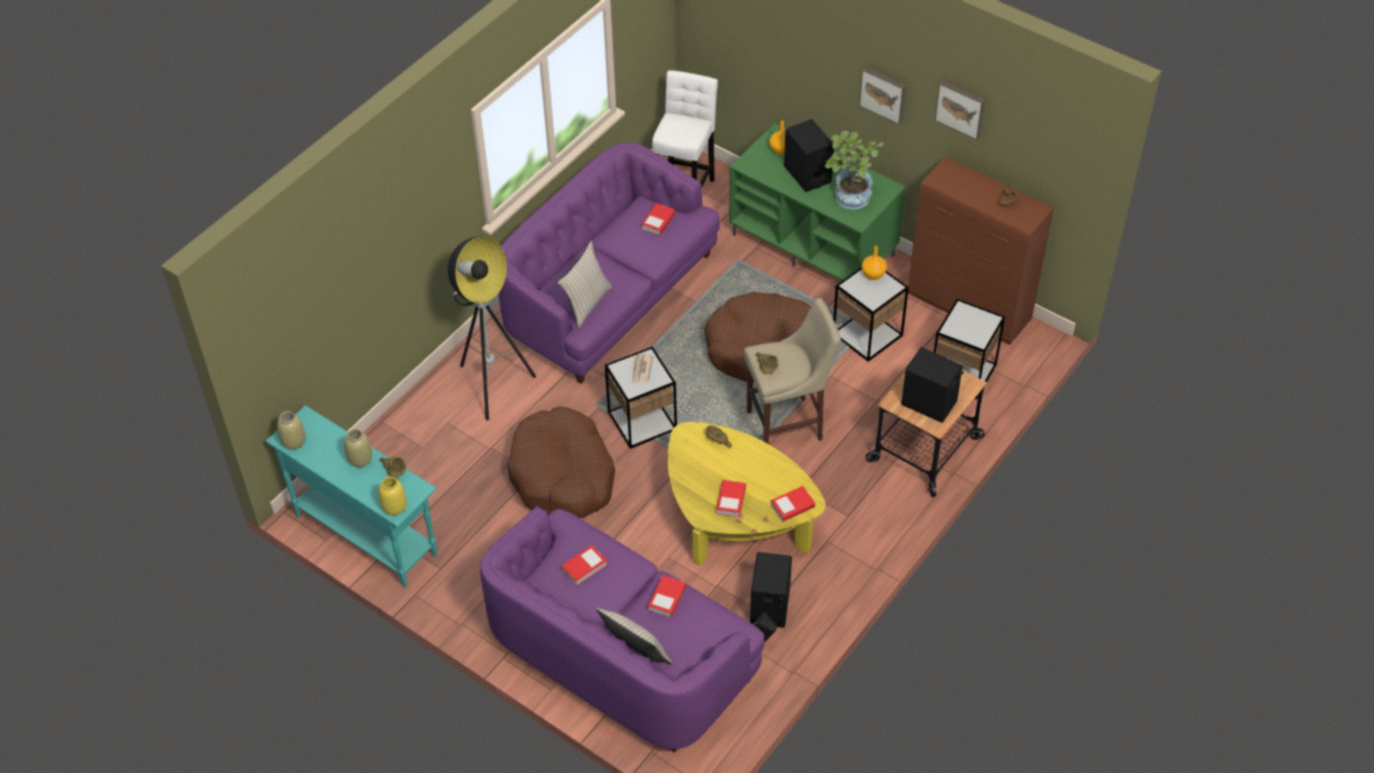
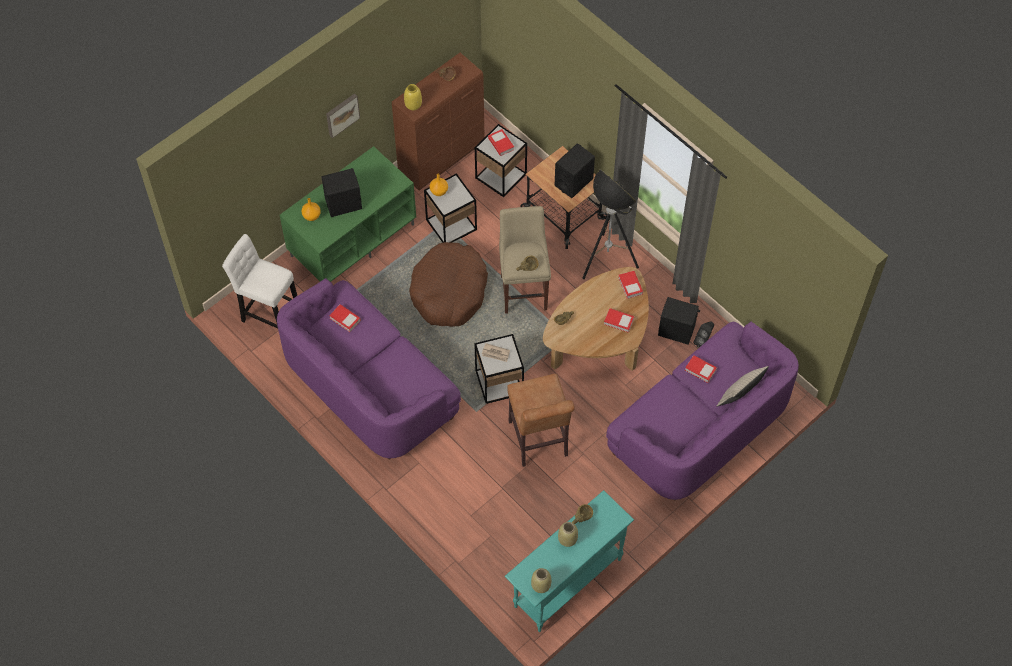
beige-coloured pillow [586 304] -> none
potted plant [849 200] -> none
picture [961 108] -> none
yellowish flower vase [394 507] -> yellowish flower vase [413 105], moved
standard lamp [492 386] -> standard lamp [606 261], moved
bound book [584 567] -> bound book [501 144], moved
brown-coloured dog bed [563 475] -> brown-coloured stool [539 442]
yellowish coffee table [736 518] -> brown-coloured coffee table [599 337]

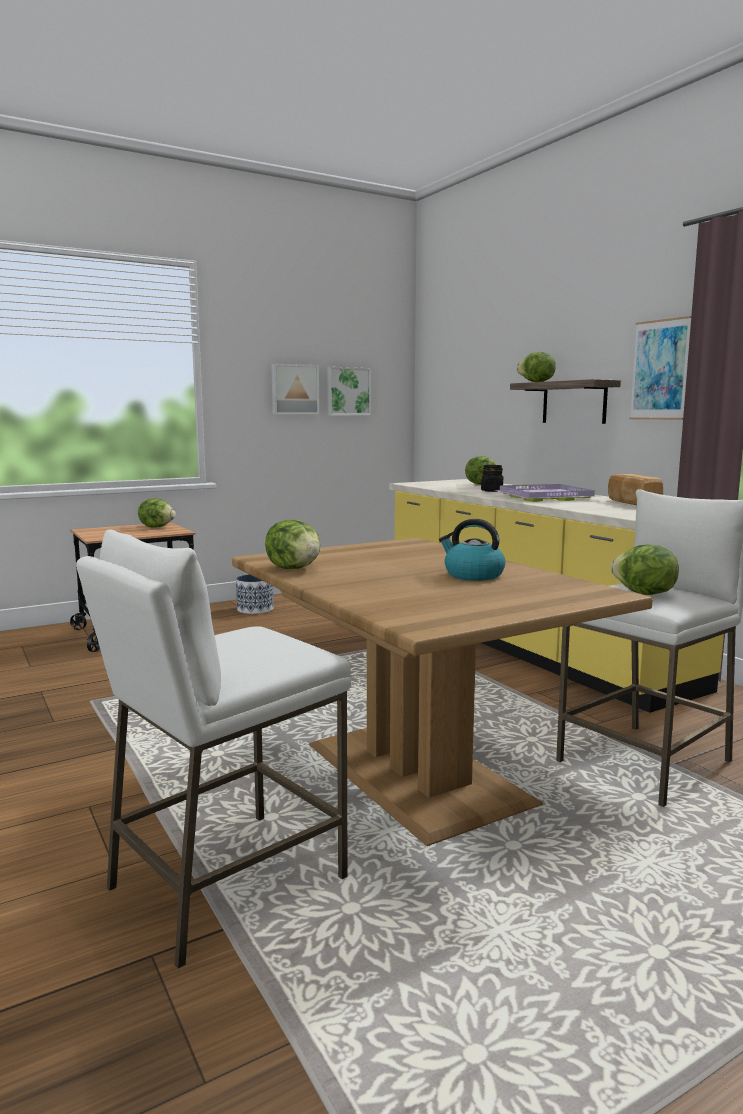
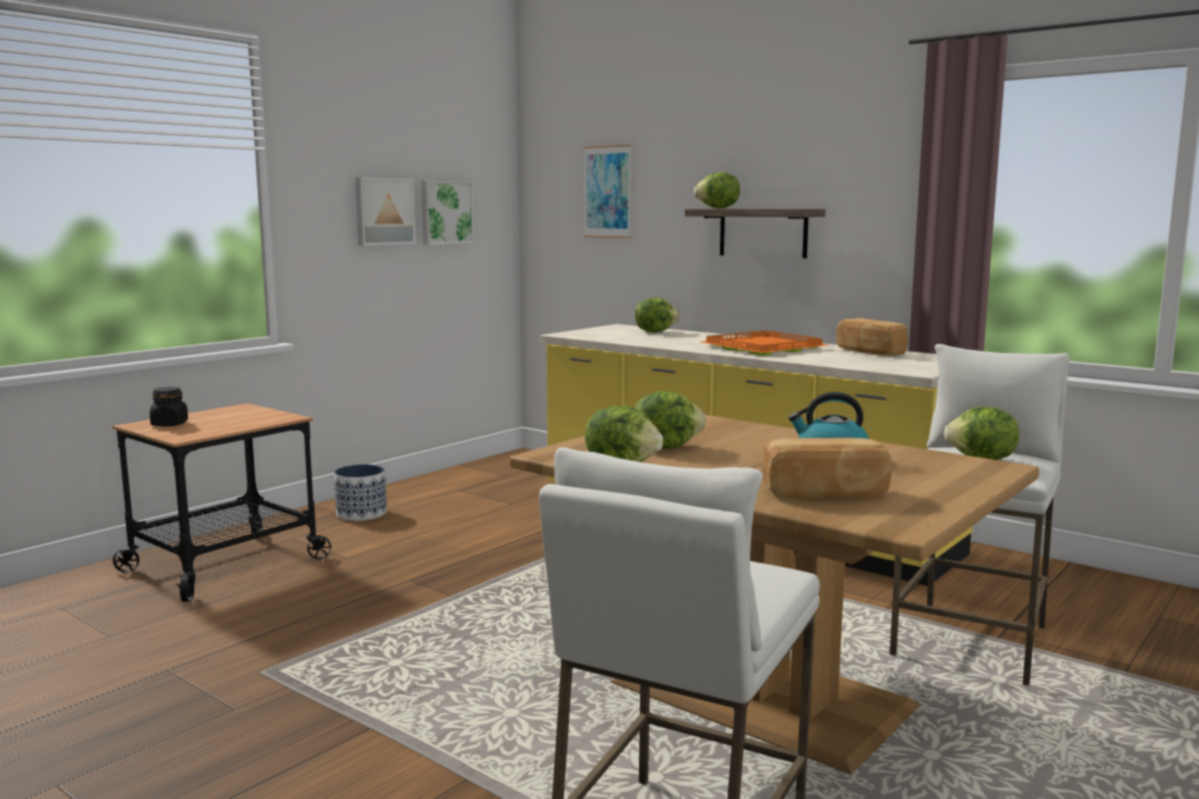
none -> baked bread [825 494]
lettuce [157 527] -> lettuce [665 447], moved
black preserve jar [491 491] -> black preserve jar [169 424], moved
picture [659 370] -> picture [607 192], moved
purple-coloured carrying tray [544 497] -> orange-coloured carrying tray [763 348]

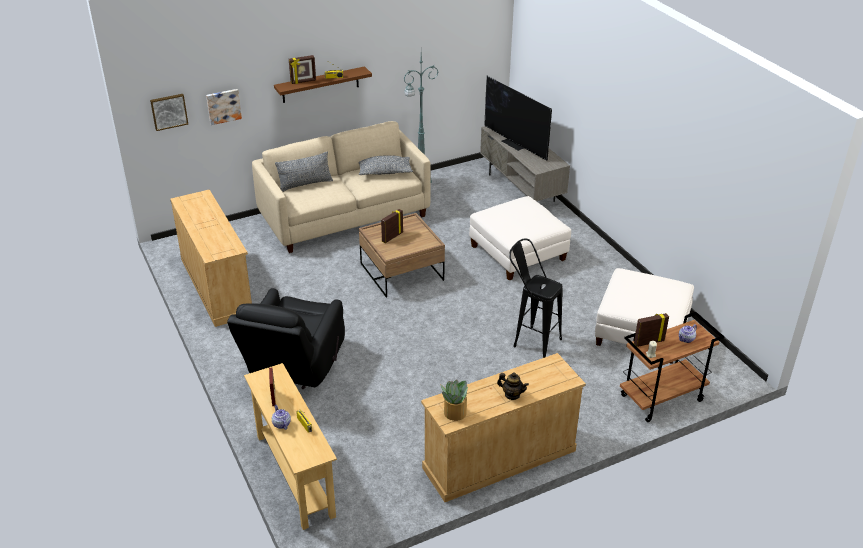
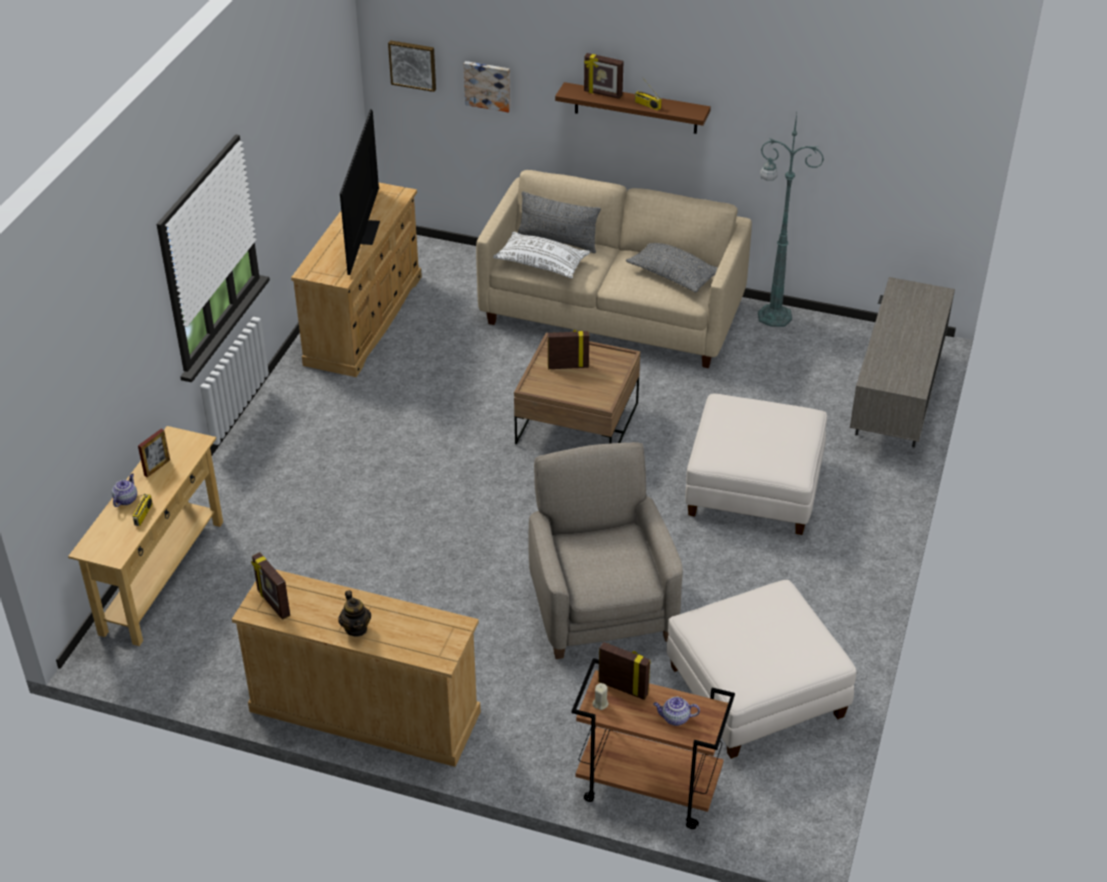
black easy chair [294 367] -> none
none -> white pillow [542 264]
television [515 143] -> television [364 232], moved
potted plant [454 413] -> standing frame [273 604]
black stool [530 340] -> beige-coloured easy chair [601 606]

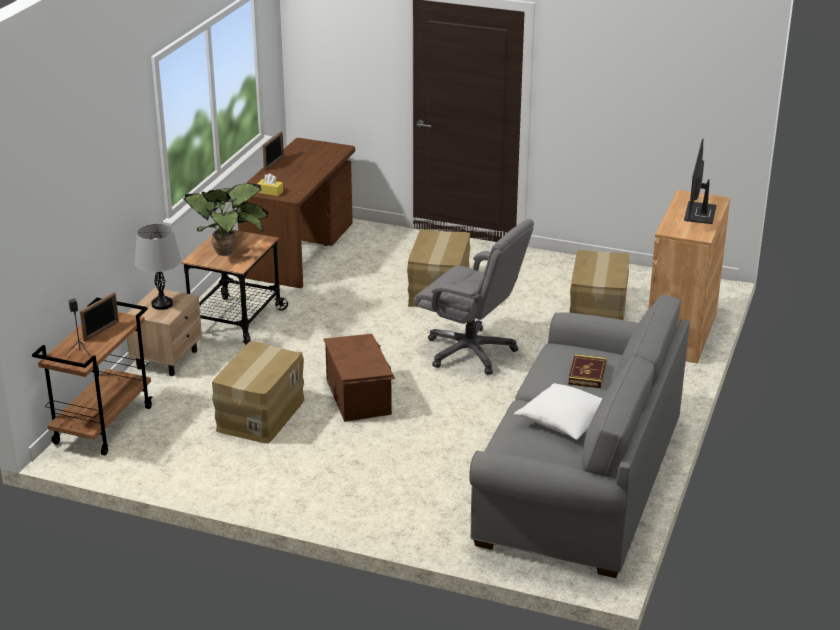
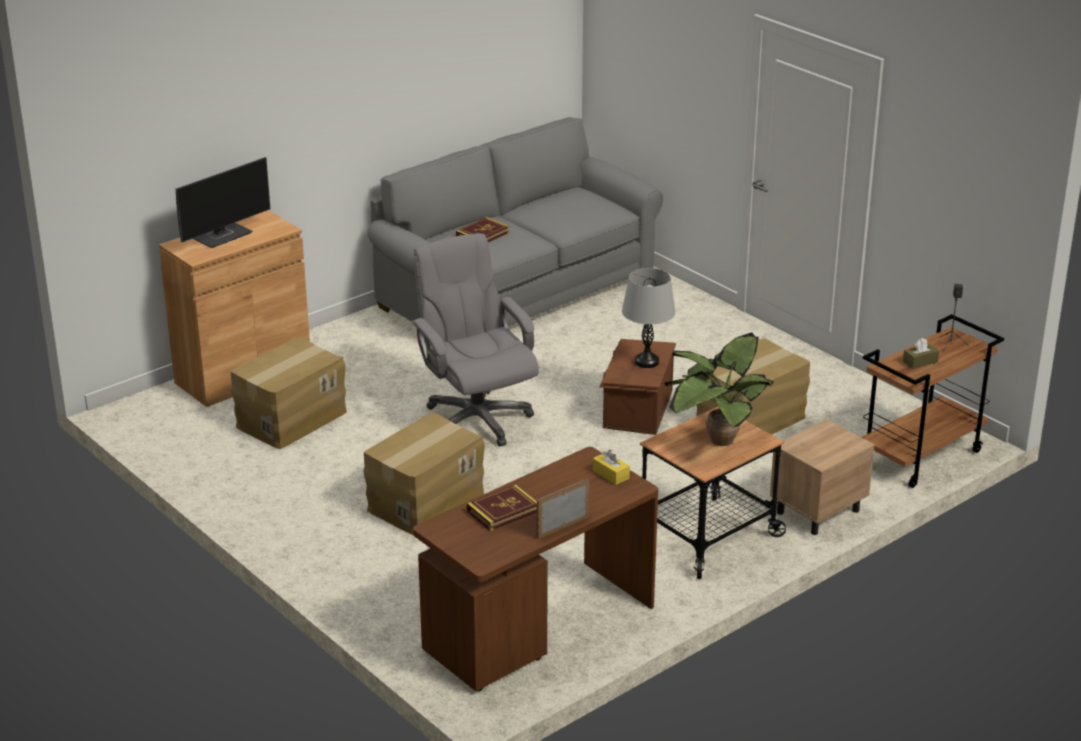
white pillow [564 421] -> none
none -> bound book [503 511]
grey table lamp [162 304] -> grey table lamp [646 362], moved
standing frame [101 331] -> brown-coloured box of tissues [920 362]

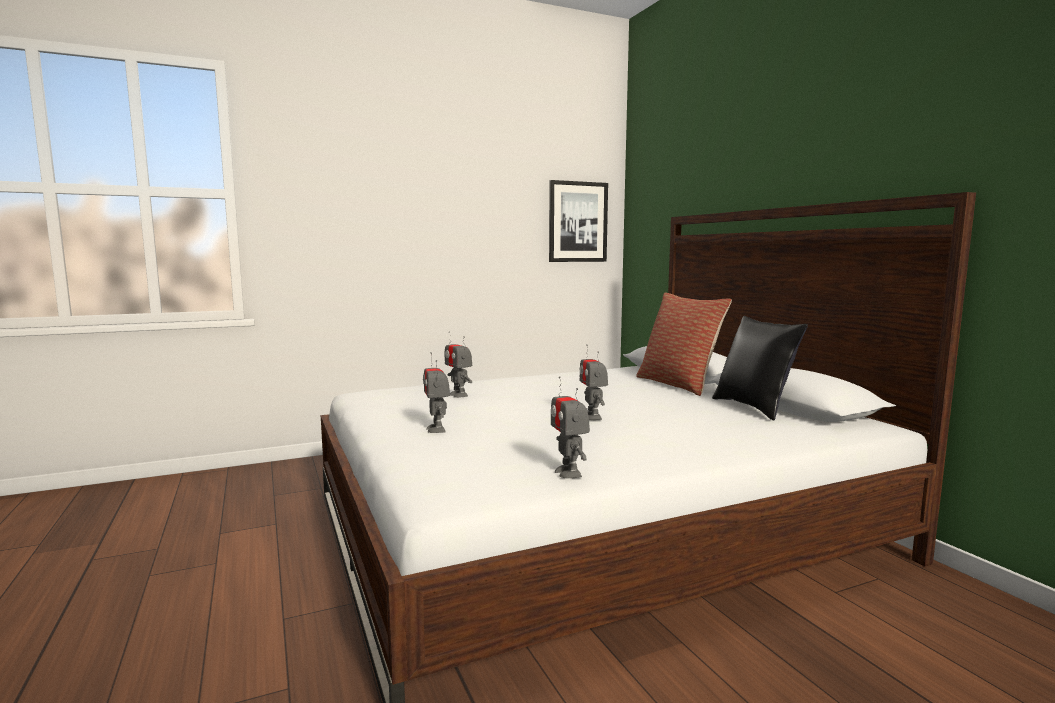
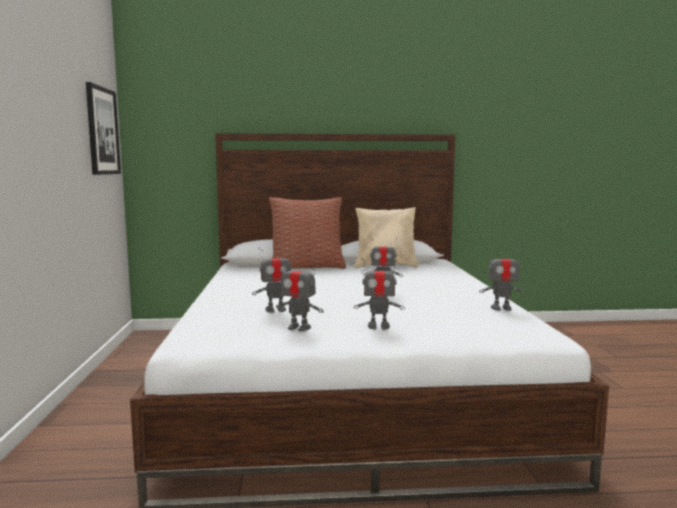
none -> toy robot [299 328]
black pillow [755 408] -> beige-coloured pillow [386 266]

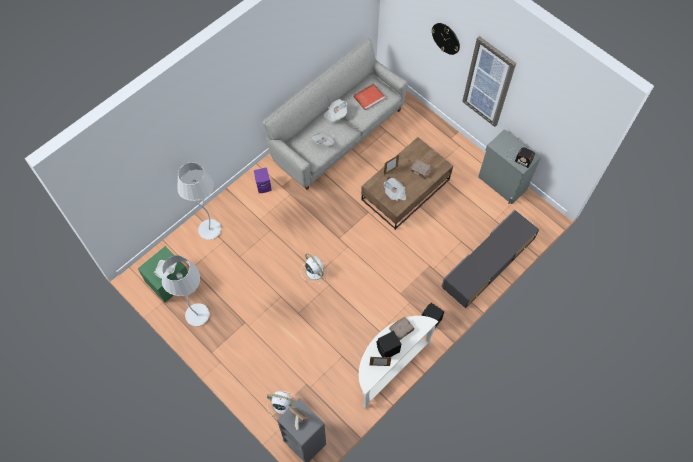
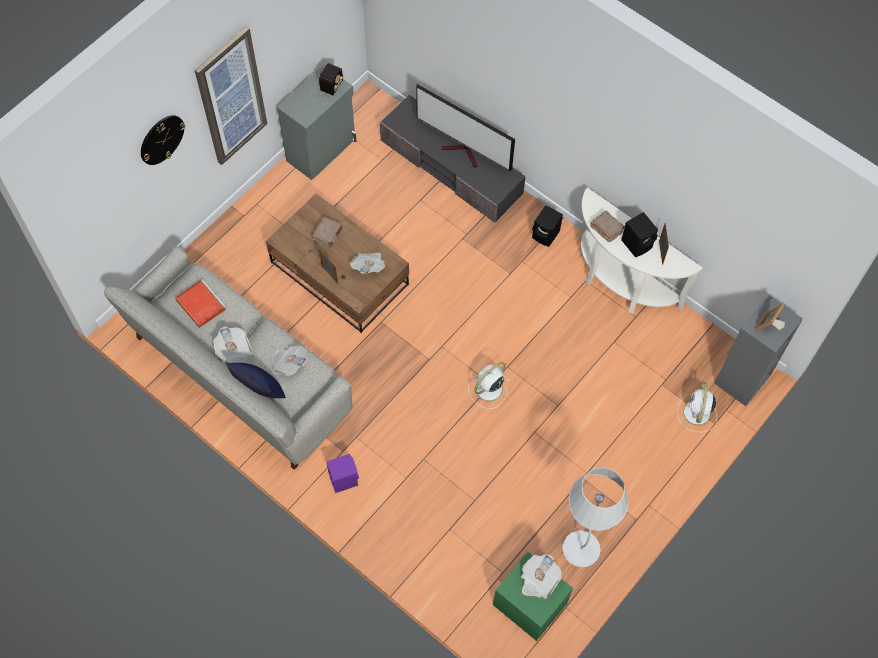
white standard lamp [210 230] -> none
none -> blue-coloured pillow [259 391]
none -> television [464 152]

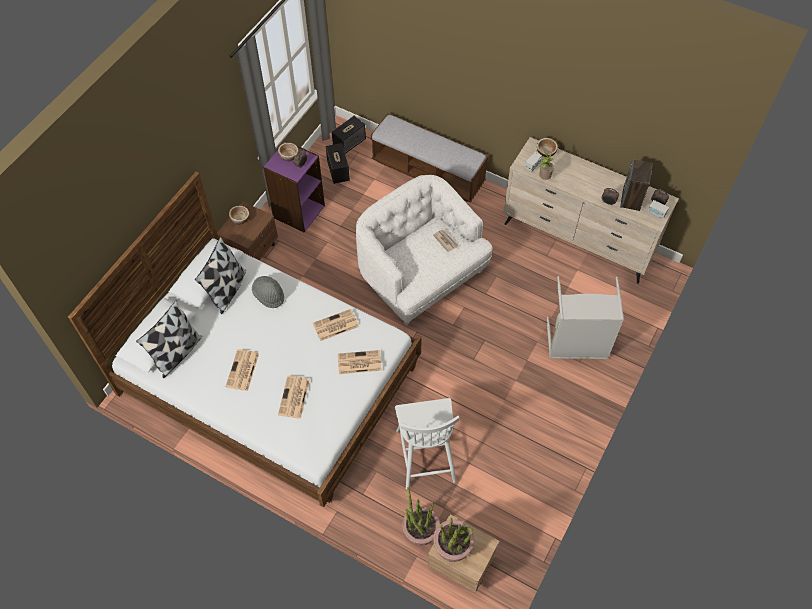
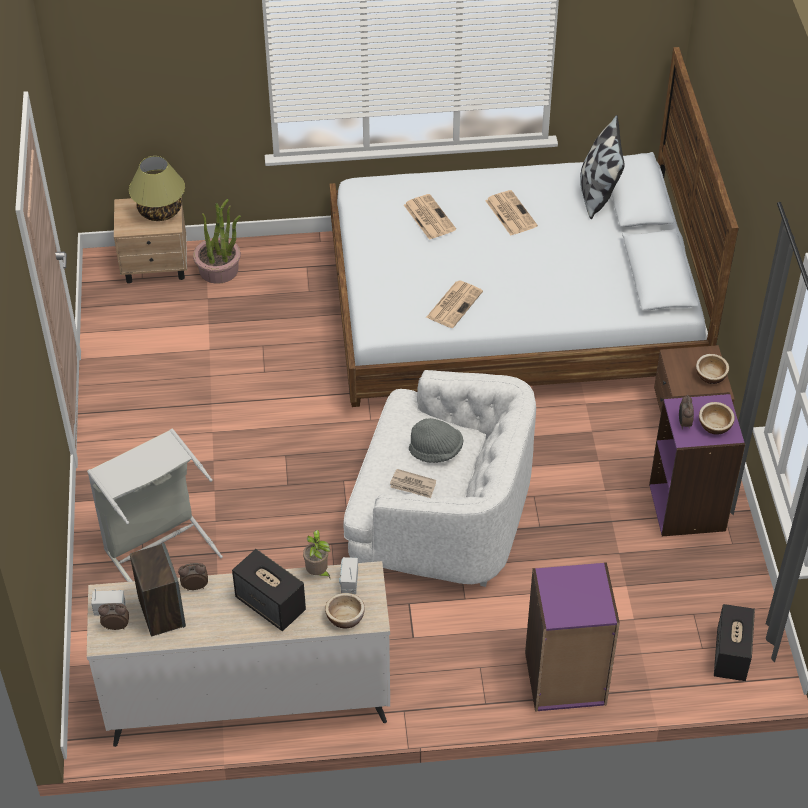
pillow [227 290] -> none
newspaper [358 362] -> none
white upright chair [425 454] -> none
grey clothing hat [269 295] -> grey clothing hat [436 451], moved
loudspeaker [338 171] -> loudspeaker [271 605], moved
bench [428 172] -> purple-coloured bookshelf [565 679]
potted plant [453 545] -> table lamp [159 211]

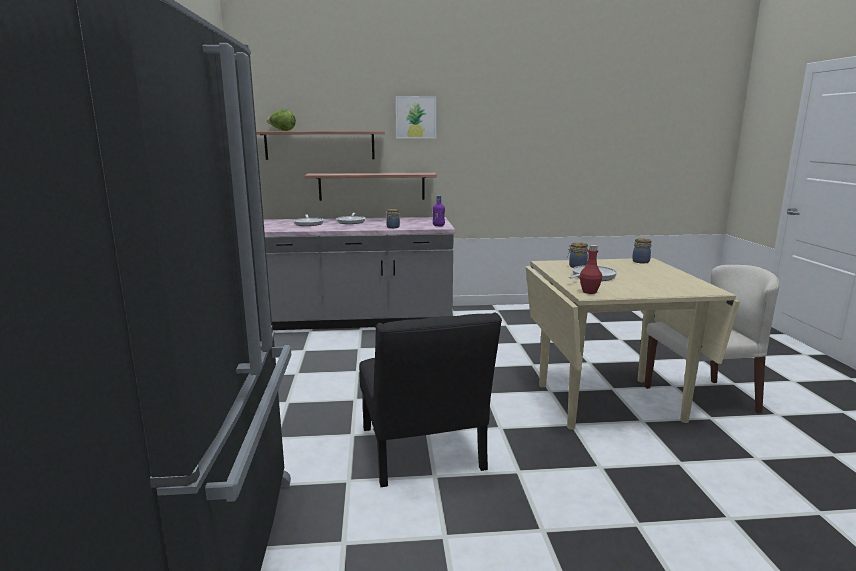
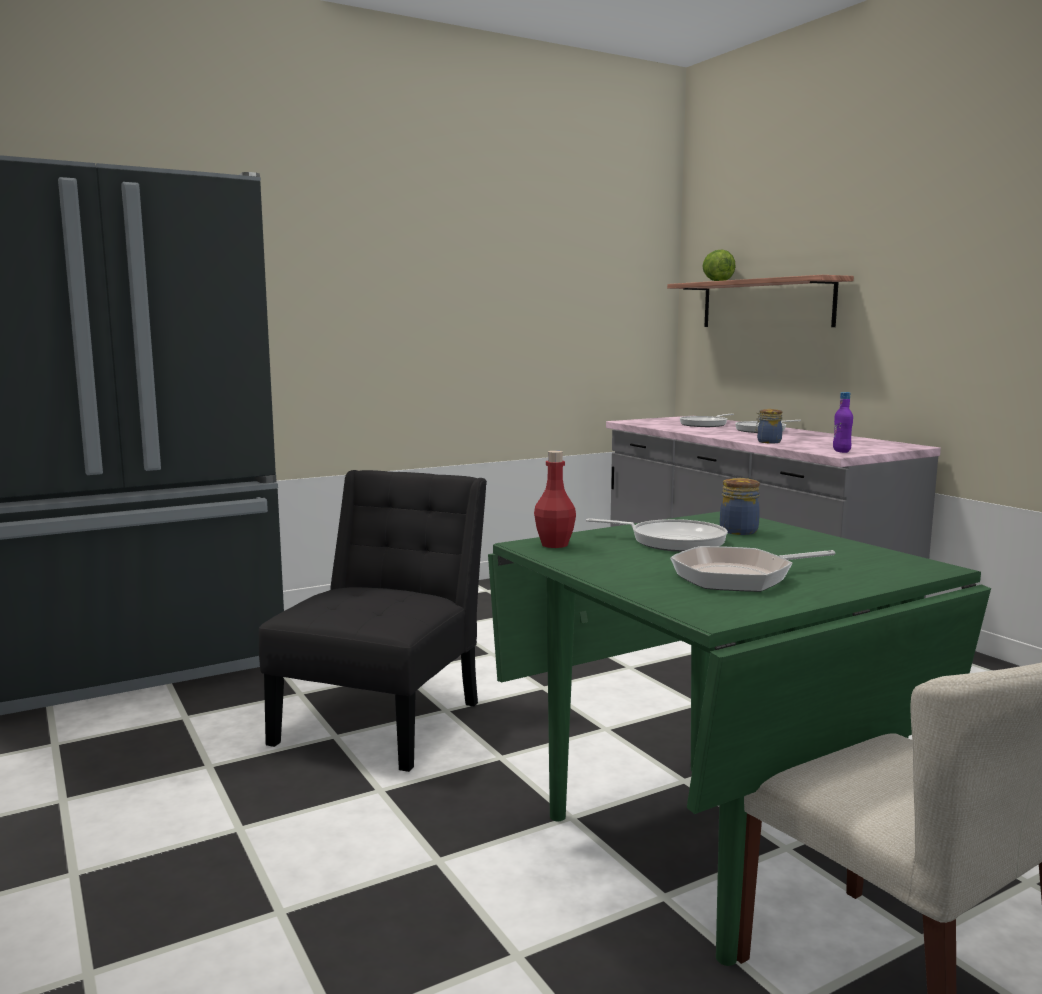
wall shelf [372 186] -> none
picture [415 117] -> none
preserve jar [641 261] -> none
none -> skillet [739 577]
beige-coloured kitchen table [608 401] -> green-coloured kitchen table [711 847]
black upright chair [422 453] -> black upright chair [384 719], 150 degrees clockwise

